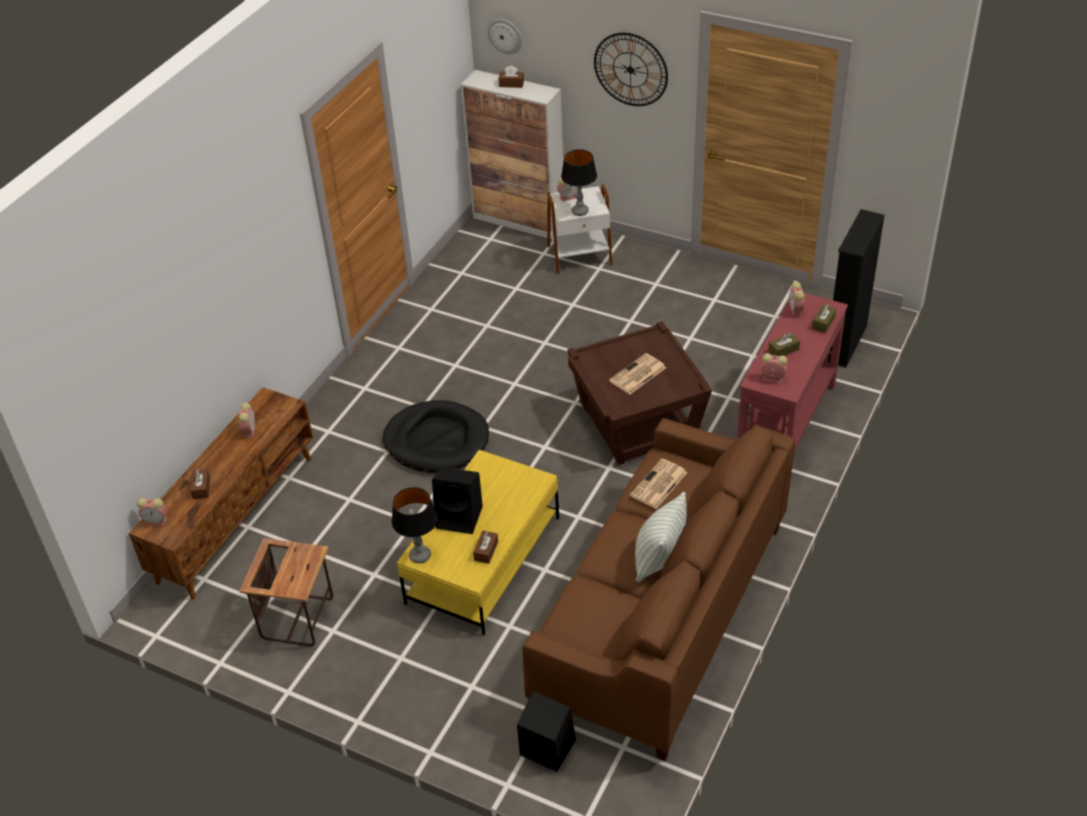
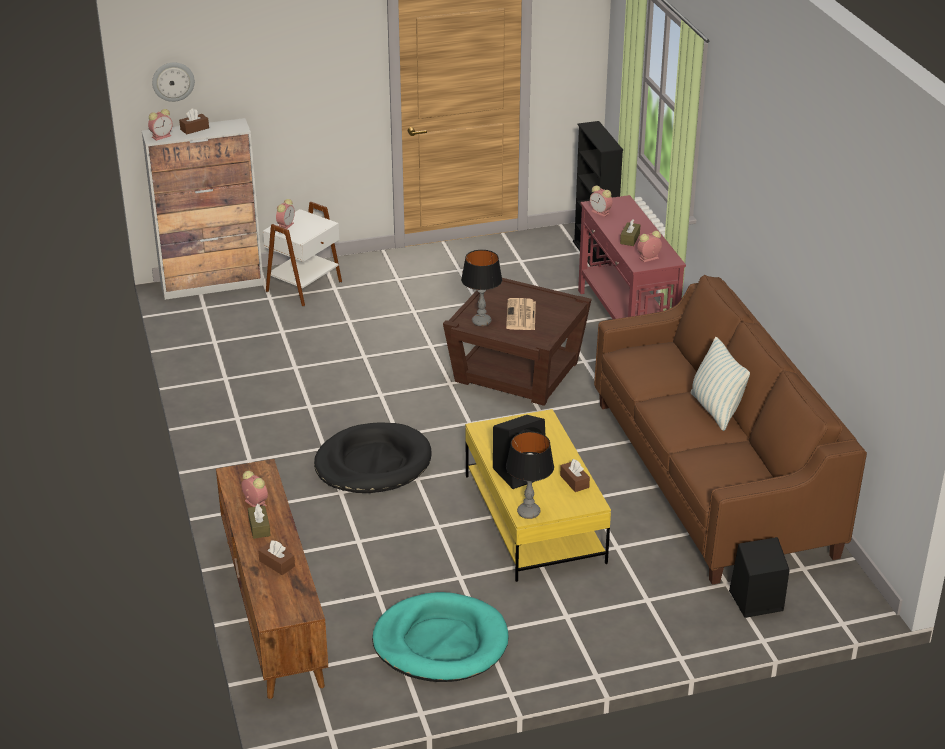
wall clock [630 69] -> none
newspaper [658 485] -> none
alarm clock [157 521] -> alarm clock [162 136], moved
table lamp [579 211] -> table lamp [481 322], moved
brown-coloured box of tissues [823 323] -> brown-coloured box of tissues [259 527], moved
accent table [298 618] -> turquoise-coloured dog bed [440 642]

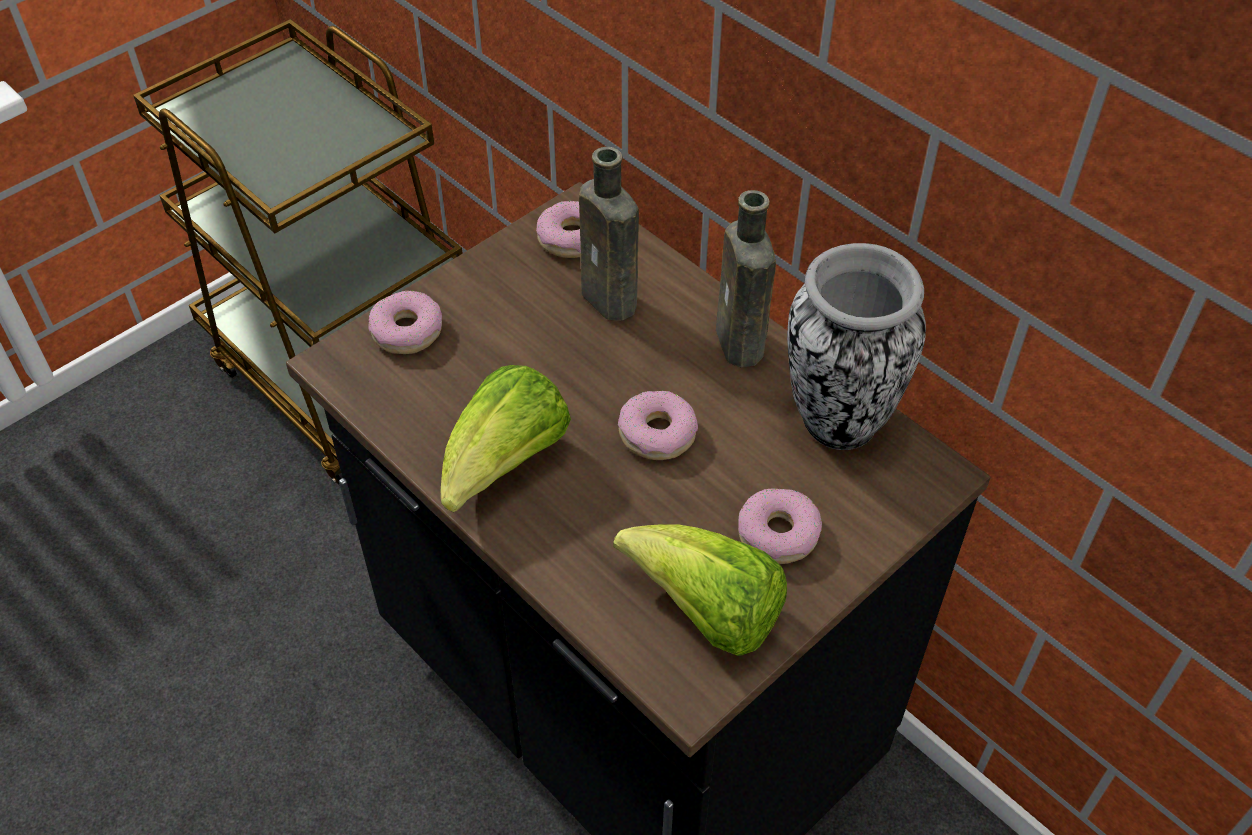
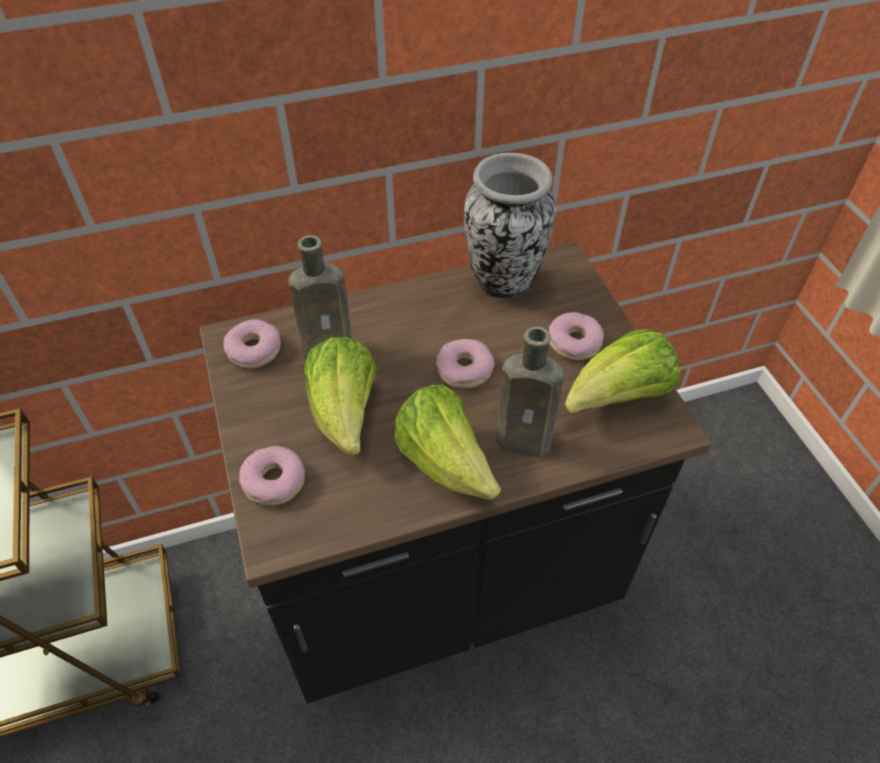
none -> lettuce [345 414]
brown-coloured bottle [741 346] -> brown-coloured bottle [527 441], moved

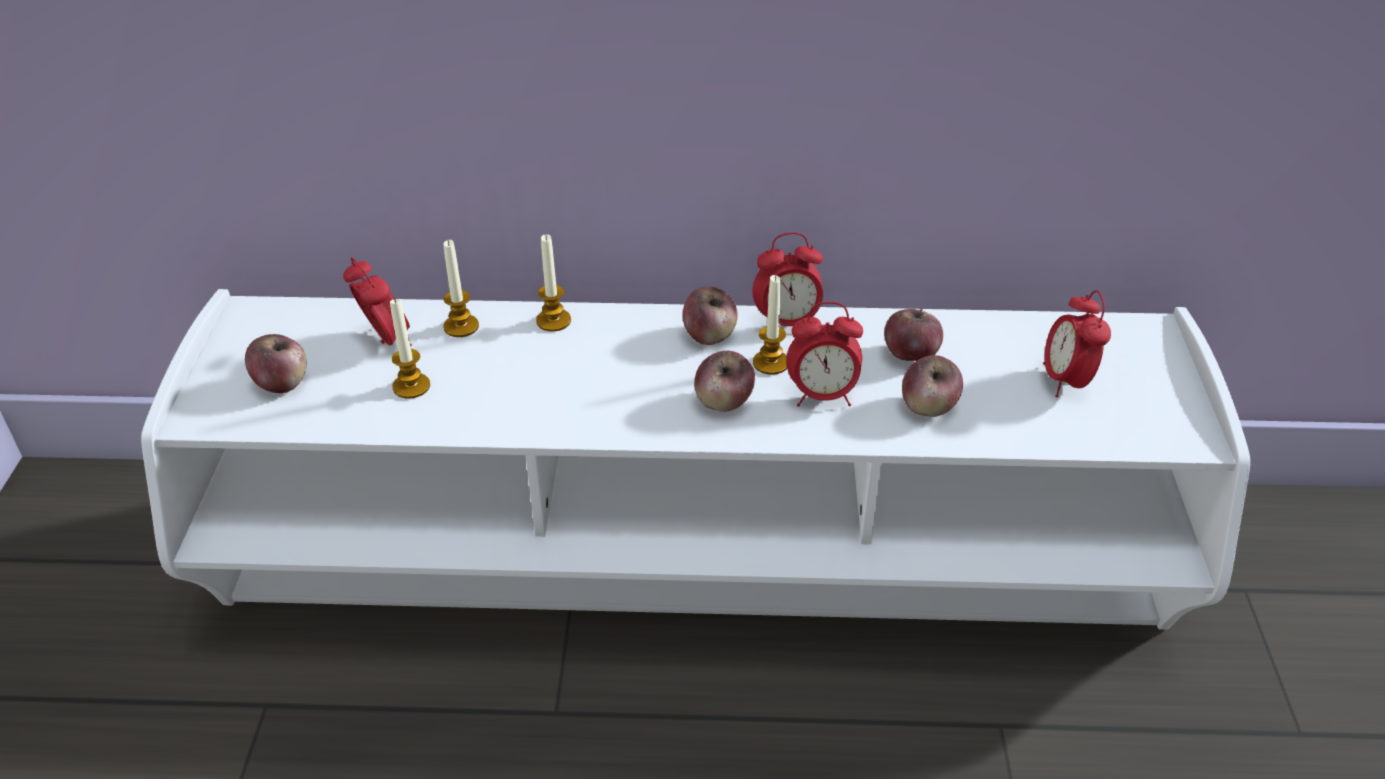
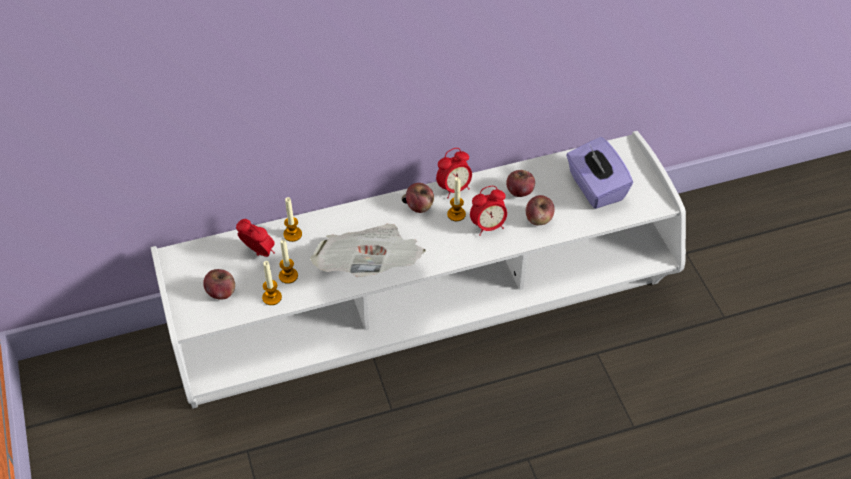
apple [724 402] -> none
none -> newspaper [370 268]
wax candle [553 321] -> wax candle [272 297], moved
alarm clock [1066 381] -> purple-coloured box of tissues [595 187]

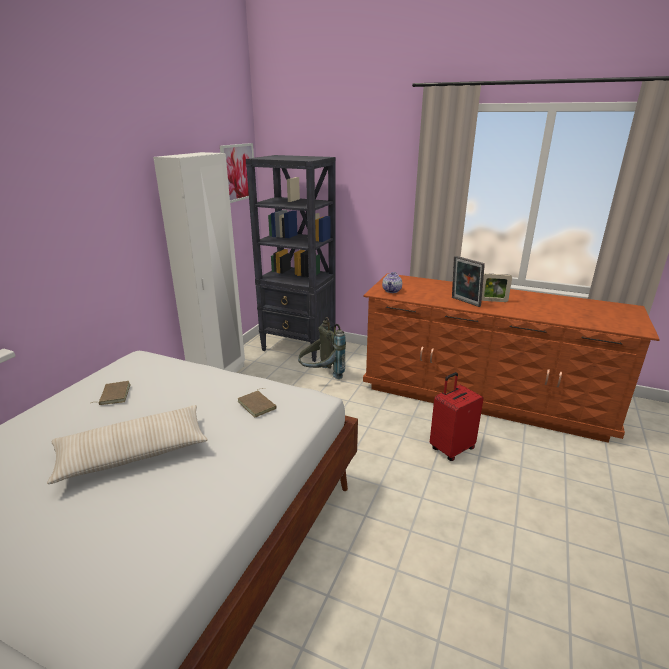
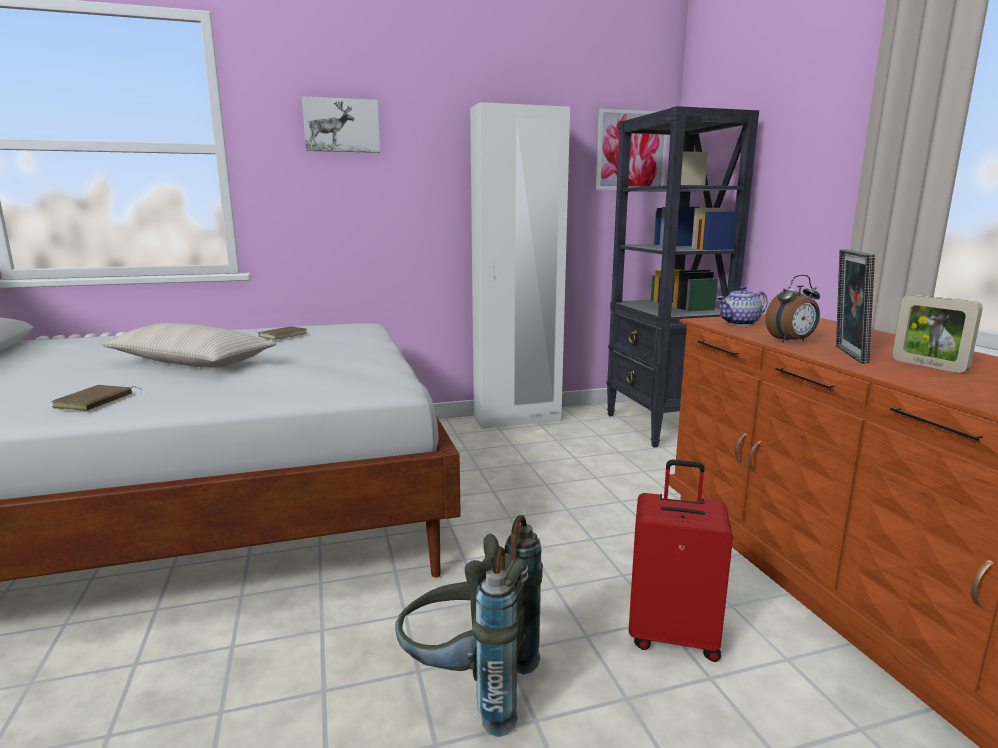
none -> picture [341 125]
none -> alarm clock [791 341]
brown-coloured bound book [258 405] -> brown-coloured bound book [95 402], moved
grey knapsack [321 376] -> grey knapsack [469 688], moved

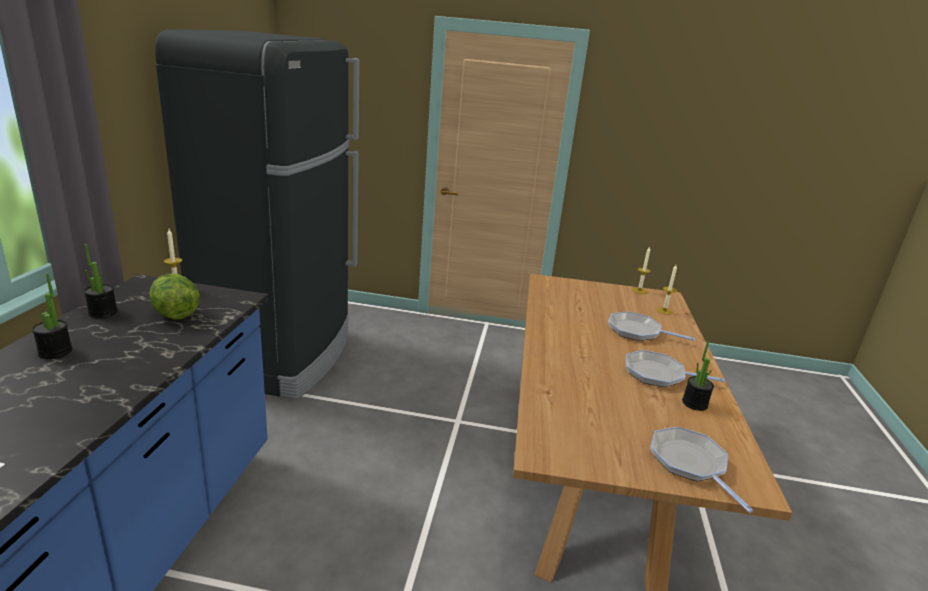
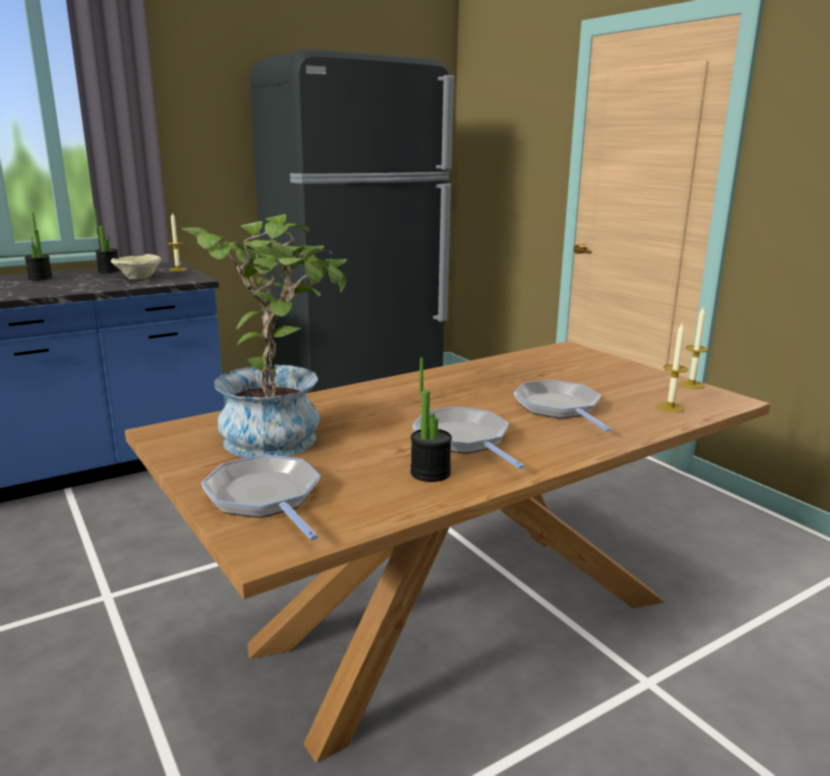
none -> potted plant [280 434]
lettuce [175 314] -> beige-coloured serving bowl [137 278]
skillet [690 463] -> skillet [265 498], 60 degrees counterclockwise

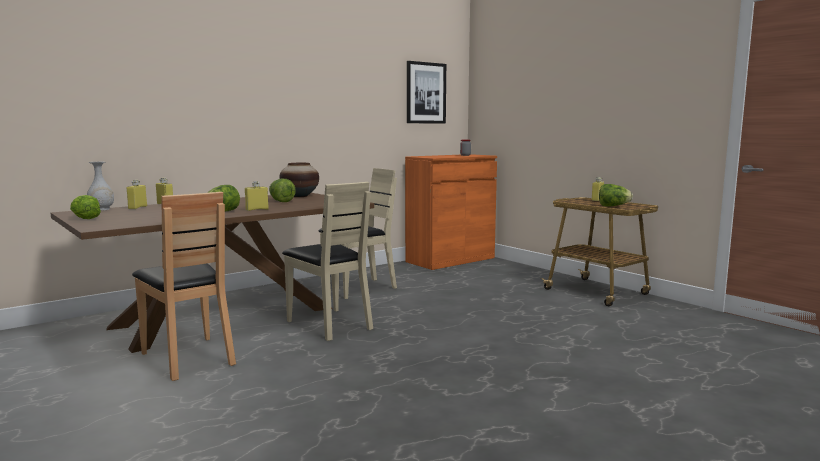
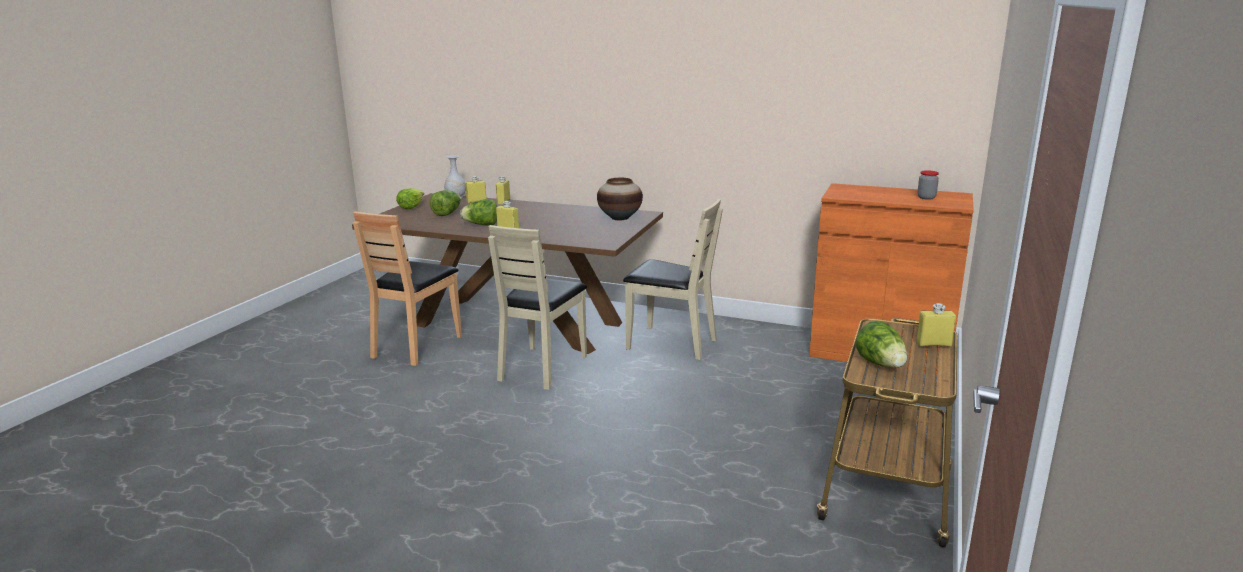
picture [425 93] -> none
lettuce [281 201] -> lettuce [447 213], moved

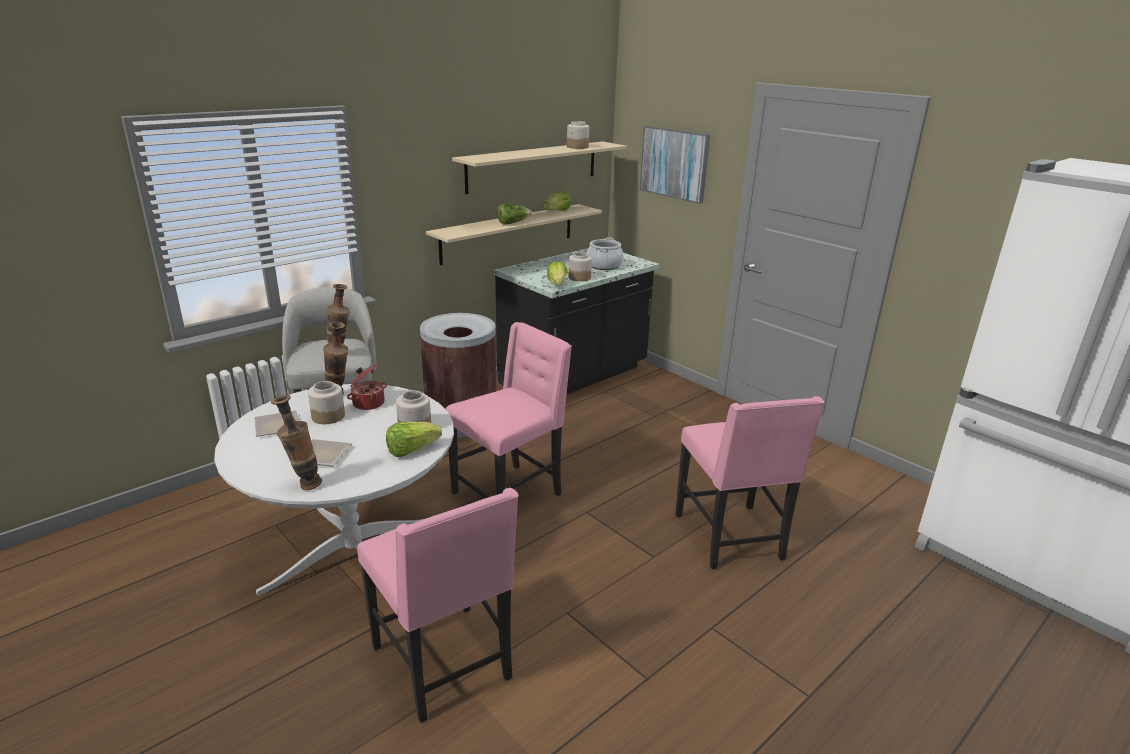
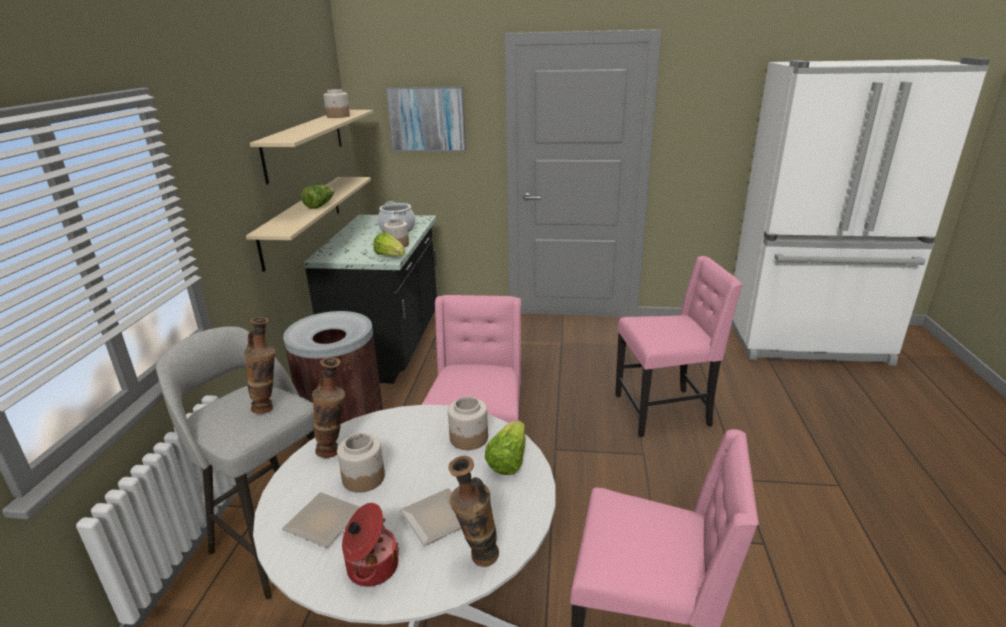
lettuce [557 212] -> none
saucepot [368 403] -> saucepot [371 567], moved
pink upright chair [731 538] -> pink upright chair [664 411], 45 degrees counterclockwise

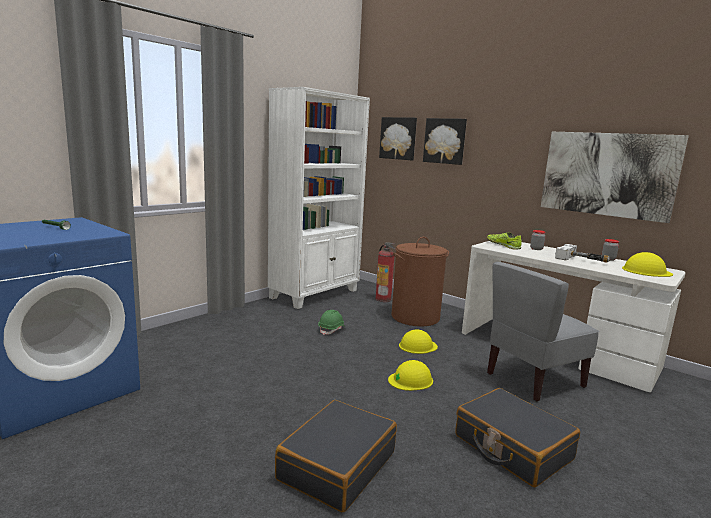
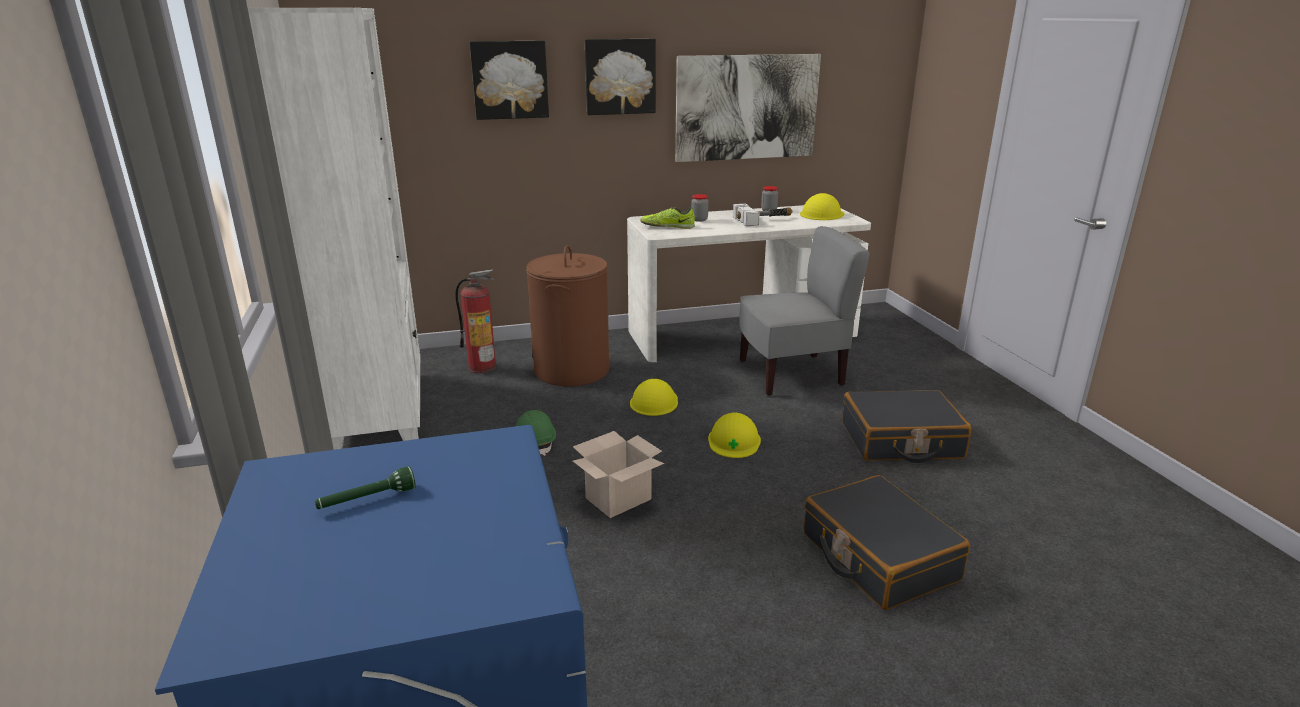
none -> packing box [619 498]
picture [398 138] -> picture [620 76], moved
grey upright chair [533 380] -> grey upright chair [791 374], 105 degrees counterclockwise

